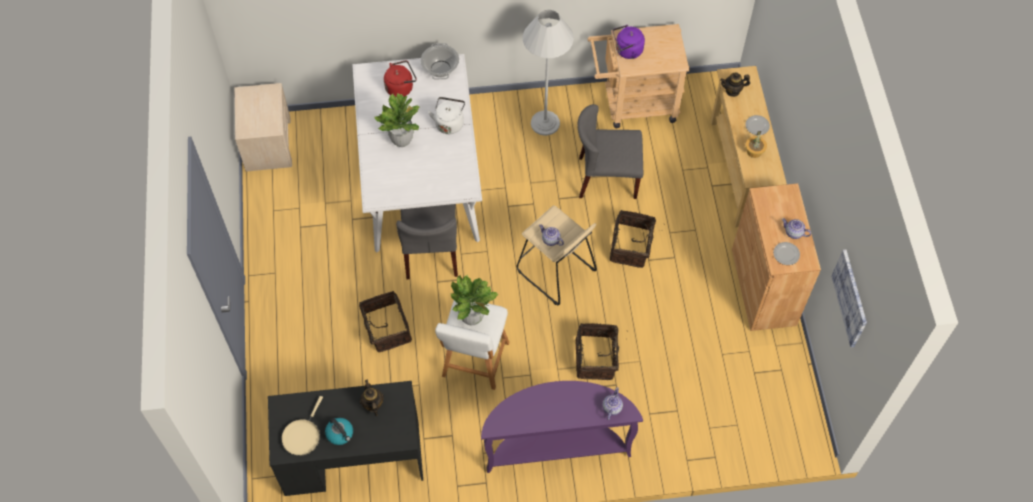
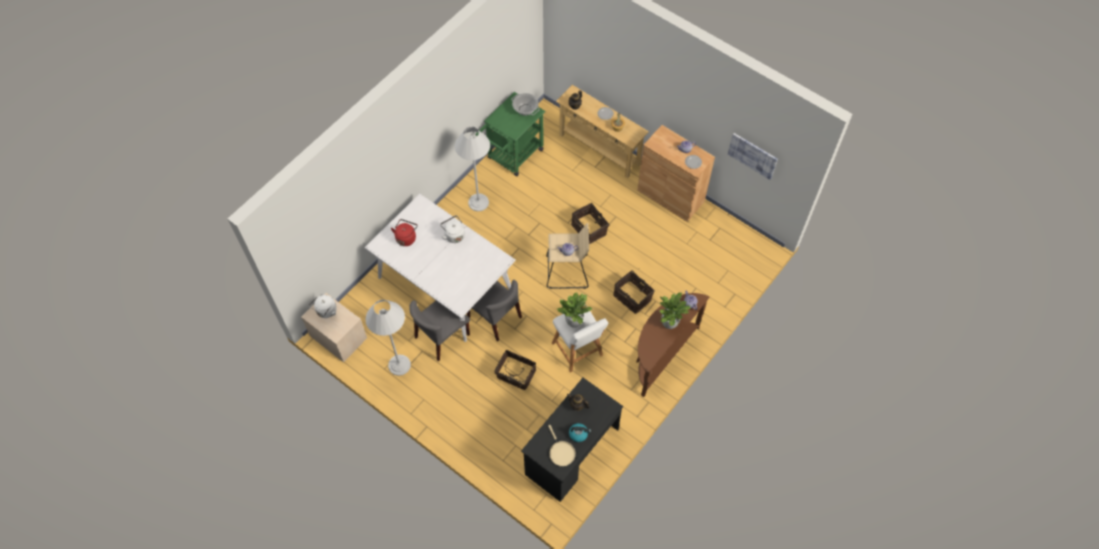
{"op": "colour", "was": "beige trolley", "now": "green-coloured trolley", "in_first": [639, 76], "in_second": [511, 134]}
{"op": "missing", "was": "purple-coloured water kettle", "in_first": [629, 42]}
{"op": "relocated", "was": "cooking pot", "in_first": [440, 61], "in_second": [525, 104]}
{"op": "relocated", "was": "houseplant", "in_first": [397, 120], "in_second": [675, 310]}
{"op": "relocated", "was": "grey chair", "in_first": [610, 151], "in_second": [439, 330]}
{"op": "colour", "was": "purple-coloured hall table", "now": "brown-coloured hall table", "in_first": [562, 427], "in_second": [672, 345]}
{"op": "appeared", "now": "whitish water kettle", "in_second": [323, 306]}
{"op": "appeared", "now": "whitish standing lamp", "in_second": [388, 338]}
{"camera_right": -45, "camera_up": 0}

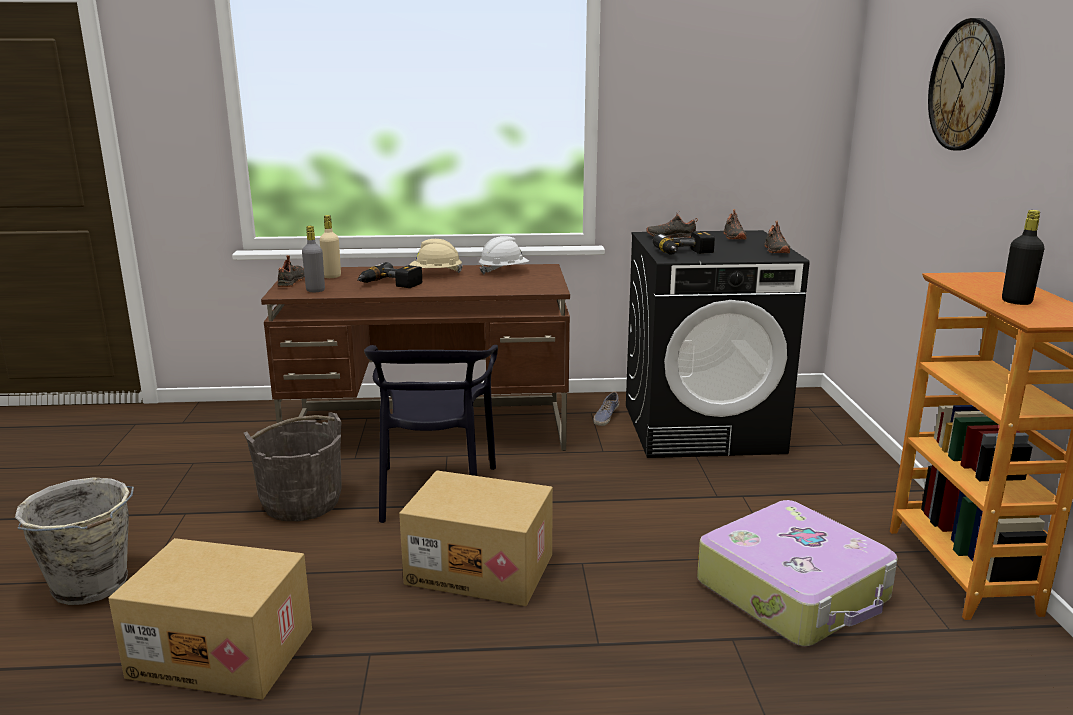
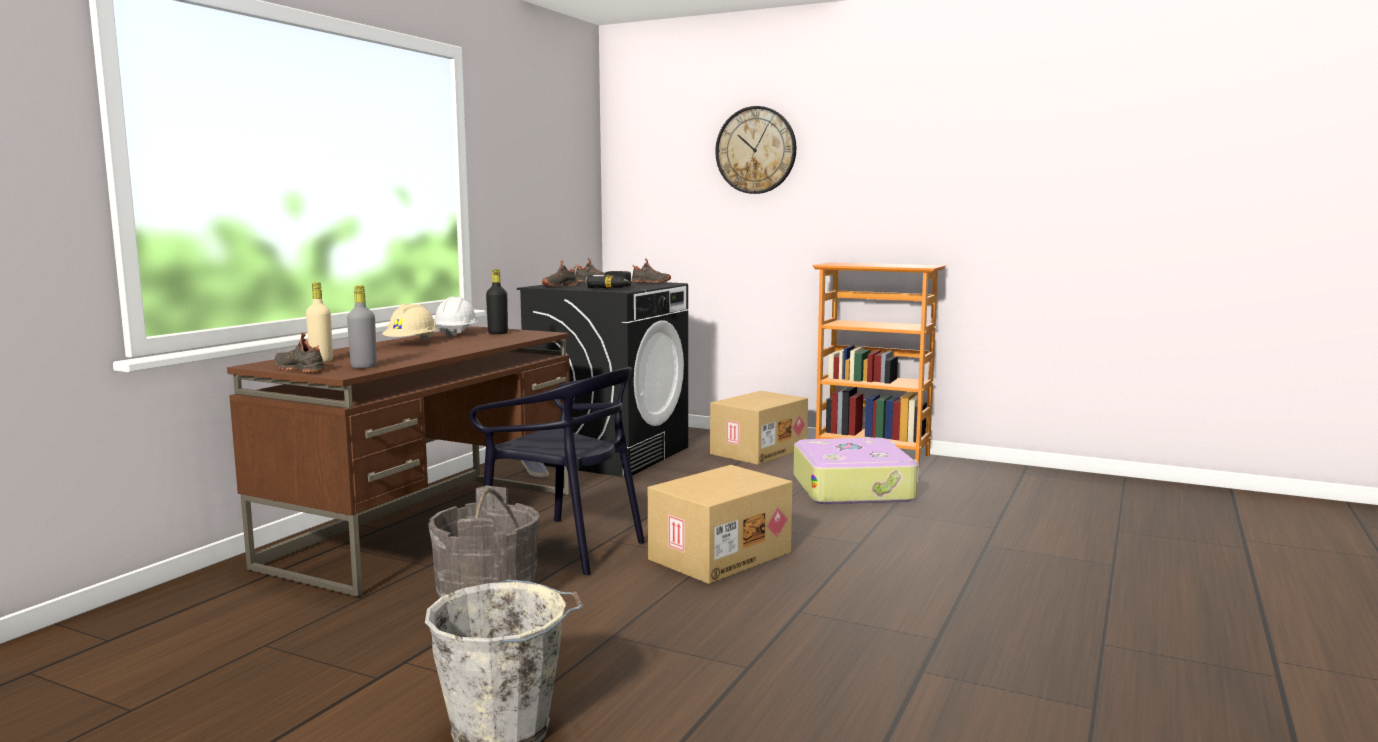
{"op": "relocated", "was": "black-coloured drink bottle", "in_first": [1023, 257], "in_second": [497, 301]}
{"op": "missing", "was": "drill", "in_first": [389, 275]}
{"op": "relocated", "was": "packing box", "in_first": [210, 619], "in_second": [759, 428]}
{"camera_right": -60, "camera_up": -10}

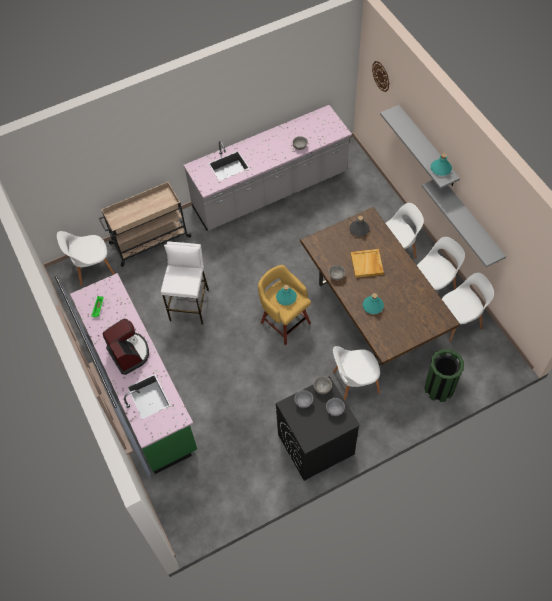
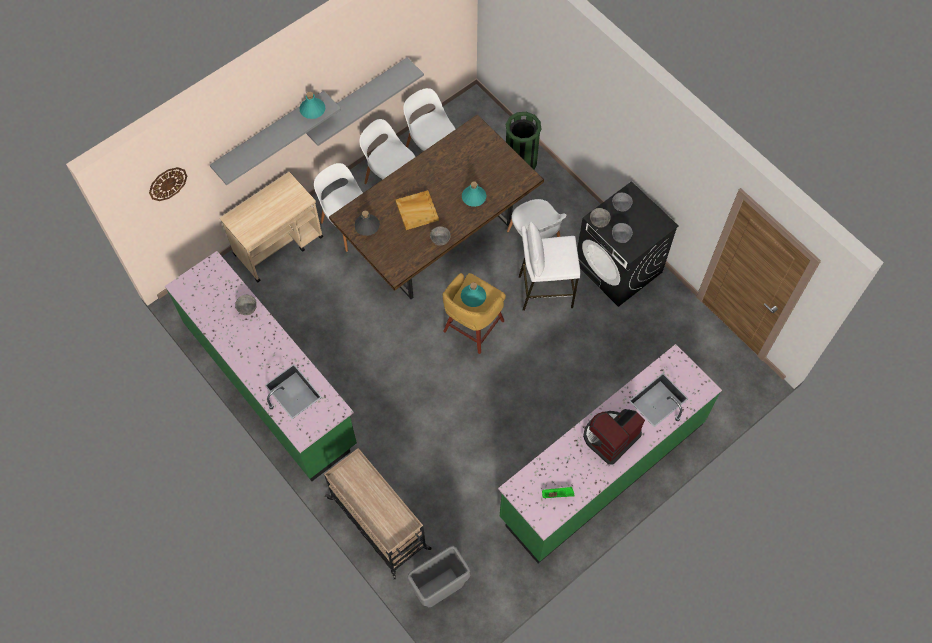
{"op": "colour", "was": "grey kitchen base unit", "now": "green-coloured kitchen base unit", "in_first": [268, 168], "in_second": [261, 366]}
{"op": "exchanged", "was": "whitish chair", "now": "grey waste bin", "in_first": [86, 258], "in_second": [439, 577]}
{"op": "relocated", "was": "whitish stool", "in_first": [185, 283], "in_second": [550, 266]}
{"op": "appeared", "now": "beige trolley", "in_second": [271, 227]}
{"camera_right": -105, "camera_up": 5}

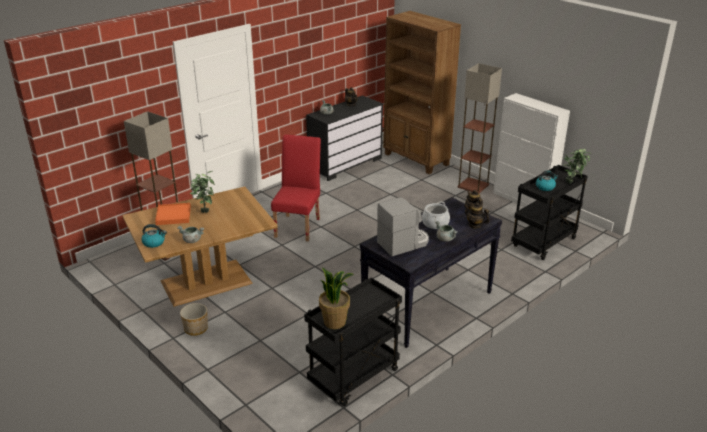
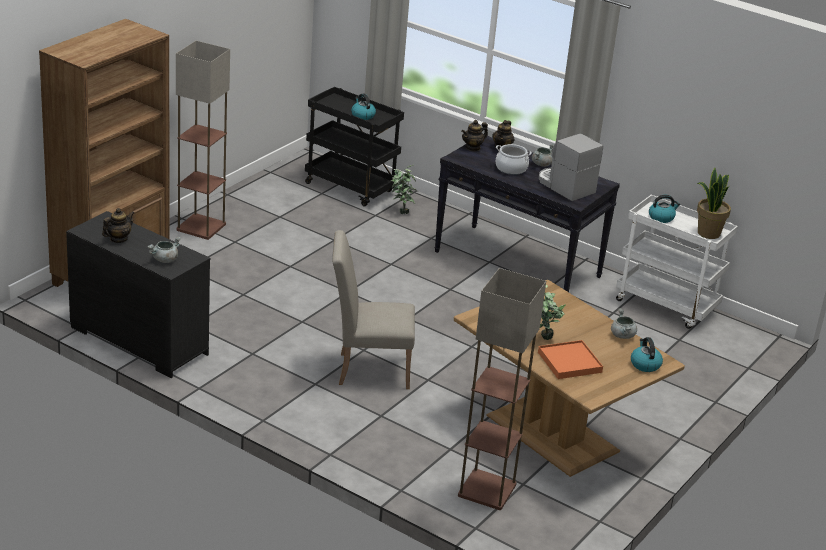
{"op": "missing", "was": "whitish cabinet", "in_first": [531, 150]}
{"op": "colour", "was": "red chair", "now": "beige chair", "in_first": [296, 187], "in_second": [373, 309]}
{"op": "relocated", "was": "houseplant", "in_first": [577, 166], "in_second": [404, 189]}
{"op": "colour", "was": "black-coloured trolley", "now": "whitish trolley", "in_first": [353, 341], "in_second": [677, 262]}
{"op": "missing", "was": "flower pot", "in_first": [194, 319]}
{"op": "appeared", "now": "water kettle", "in_second": [664, 209]}
{"camera_right": -105, "camera_up": 0}

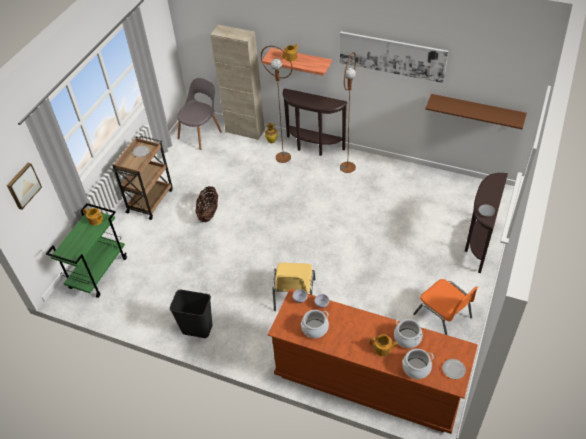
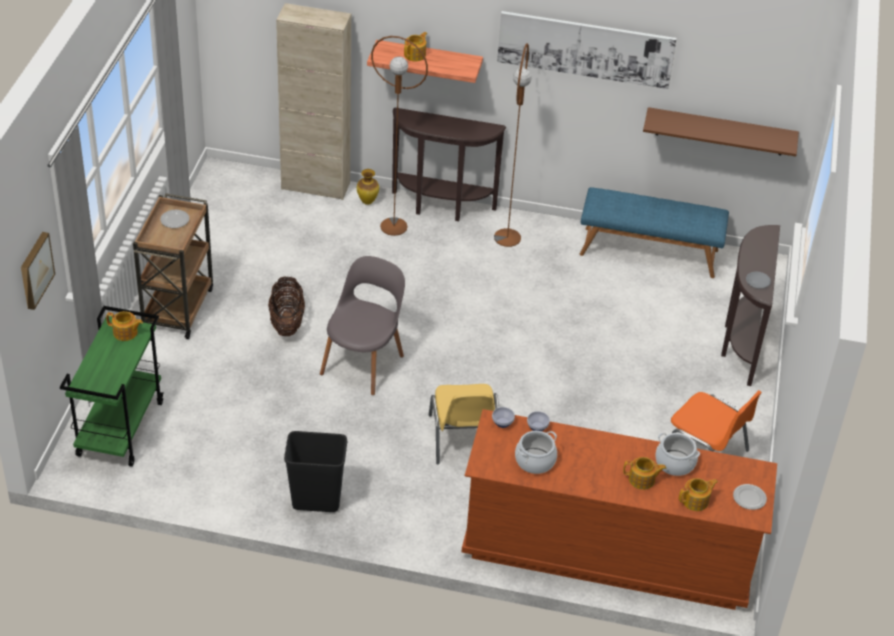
{"op": "relocated", "was": "grey chair", "in_first": [199, 114], "in_second": [362, 325]}
{"op": "exchanged", "was": "cooking pot", "now": "tea pot", "in_first": [418, 364], "in_second": [698, 494]}
{"op": "appeared", "now": "blue bench", "in_second": [654, 232]}
{"camera_right": -15, "camera_up": -5}

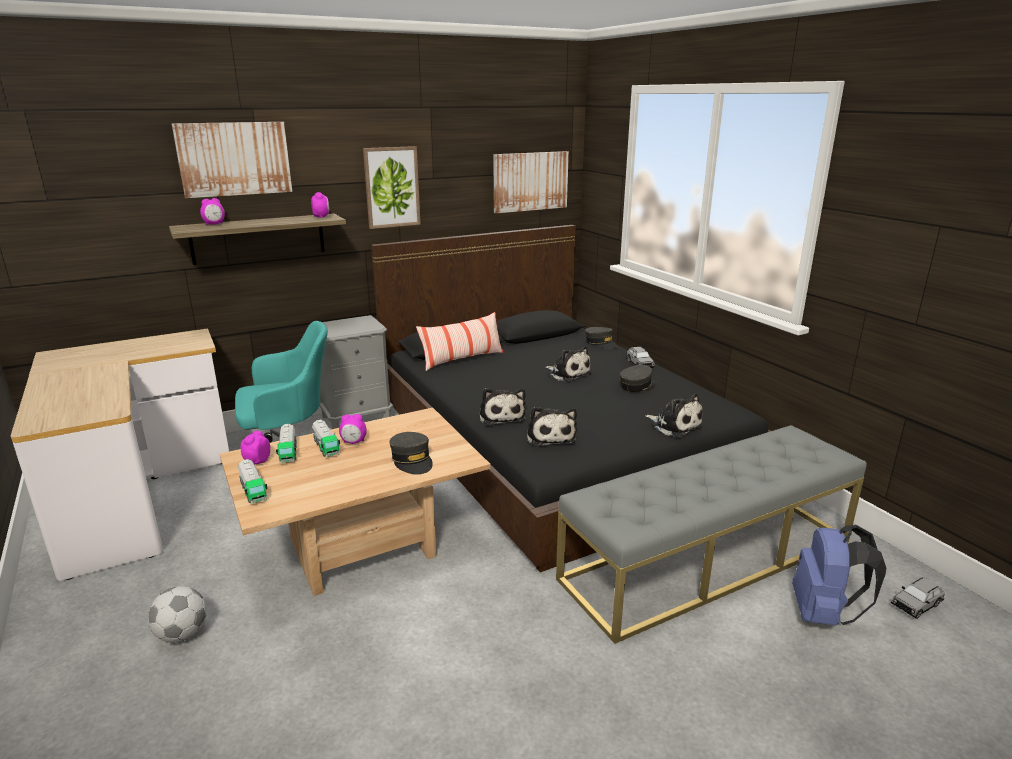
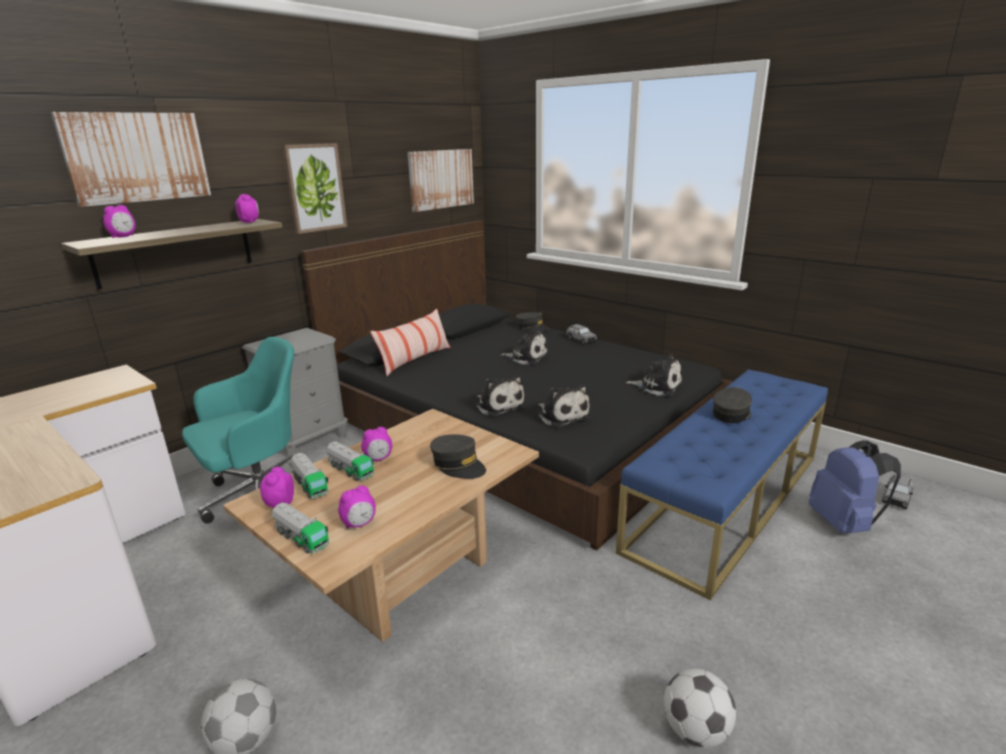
{"op": "relocated", "was": "grey peaked cap", "in_first": [639, 378], "in_second": [732, 405]}
{"op": "colour", "was": "grey bench", "now": "blue bench", "in_first": [711, 534], "in_second": [722, 484]}
{"op": "appeared", "now": "bedside clock", "in_second": [357, 506]}
{"op": "appeared", "now": "football ball", "in_second": [700, 708]}
{"camera_right": -20, "camera_up": 0}

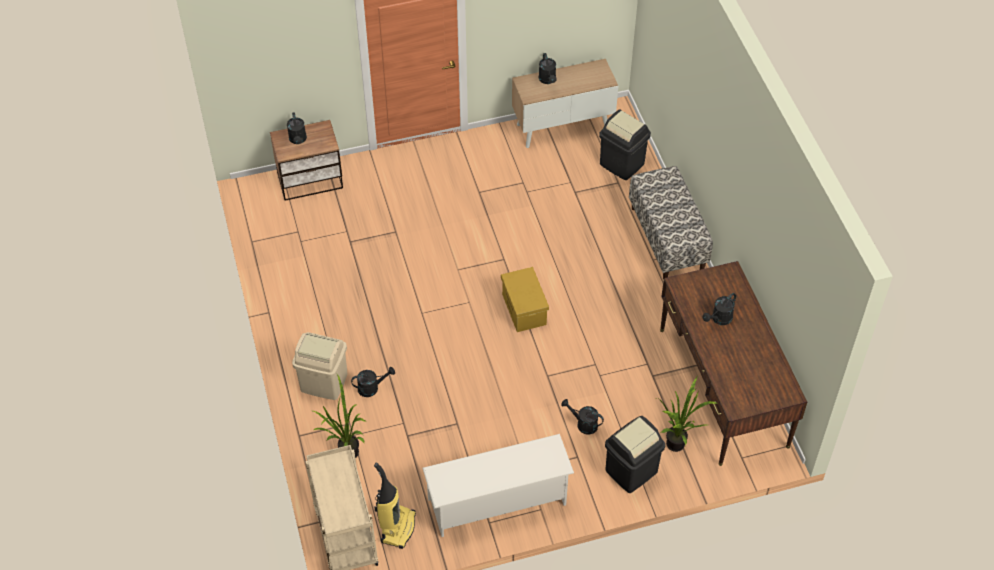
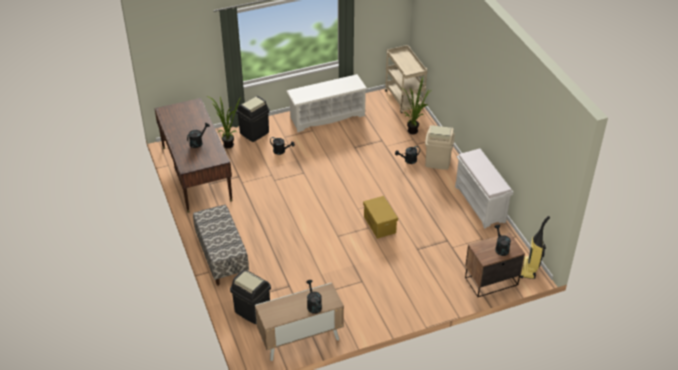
{"op": "relocated", "was": "yellow-coloured storage bin", "in_first": [525, 299], "in_second": [380, 217]}
{"op": "relocated", "was": "hoover", "in_first": [395, 506], "in_second": [535, 247]}
{"op": "appeared", "now": "whitish bench", "in_second": [484, 189]}
{"camera_right": 175, "camera_up": -10}

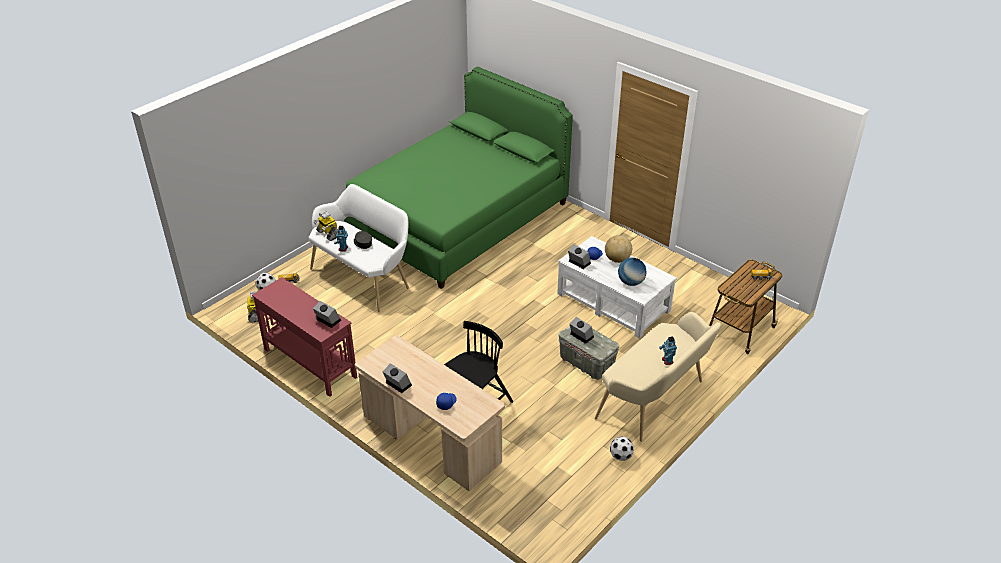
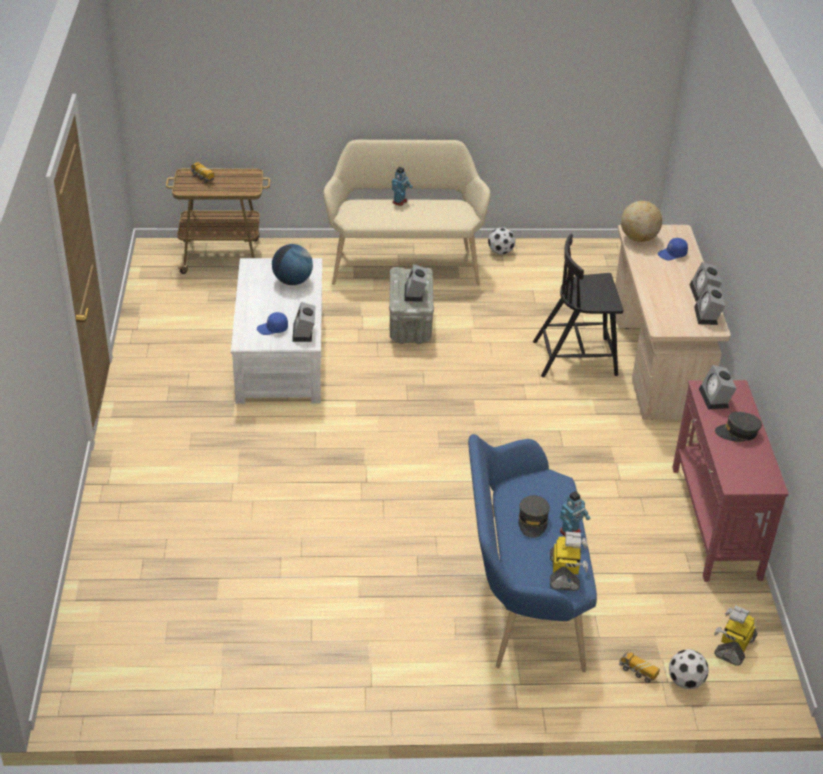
{"op": "missing", "was": "green-coloured bedroom bed", "in_first": [458, 178]}
{"op": "colour", "was": "whitish bench", "now": "blue bench", "in_first": [359, 248], "in_second": [532, 553]}
{"op": "relocated", "was": "desk globe", "in_first": [618, 249], "in_second": [641, 221]}
{"op": "appeared", "now": "bedside clock", "in_second": [709, 304]}
{"op": "appeared", "now": "grey peaked cap", "in_second": [738, 427]}
{"camera_right": -135, "camera_up": 0}

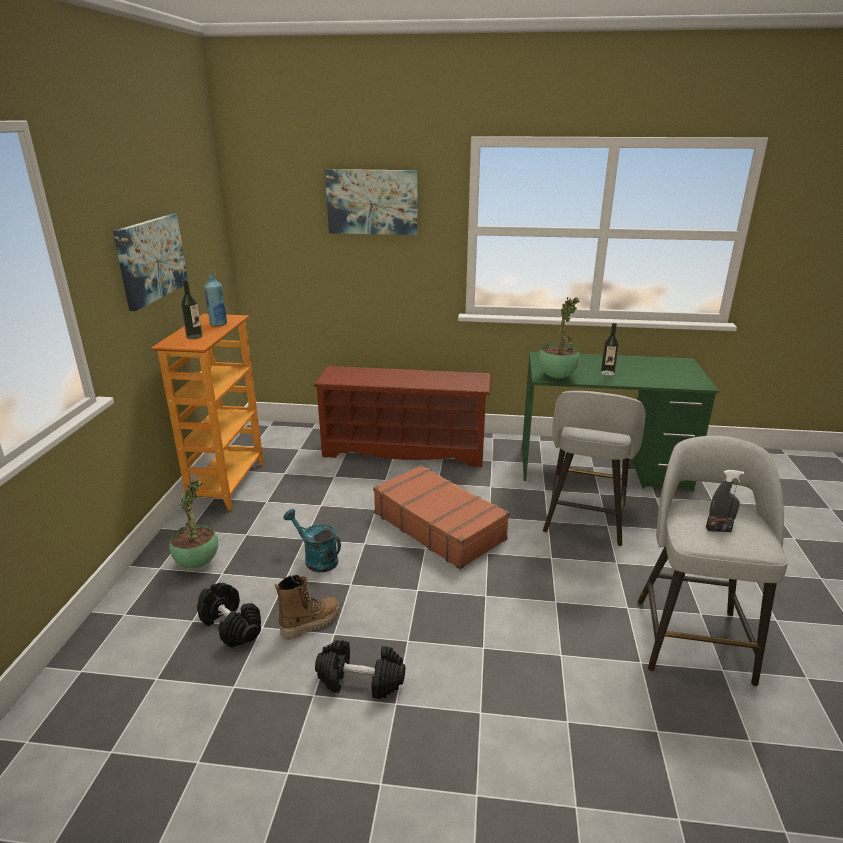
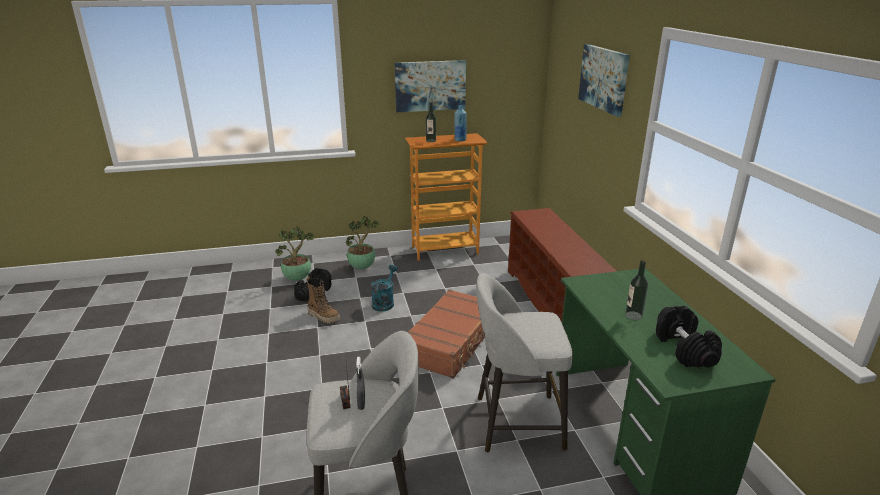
{"op": "relocated", "was": "houseplant", "in_first": [559, 337], "in_second": [294, 253]}
{"op": "relocated", "was": "black-coloured free weight", "in_first": [360, 669], "in_second": [689, 337]}
{"camera_right": 70, "camera_up": 0}

